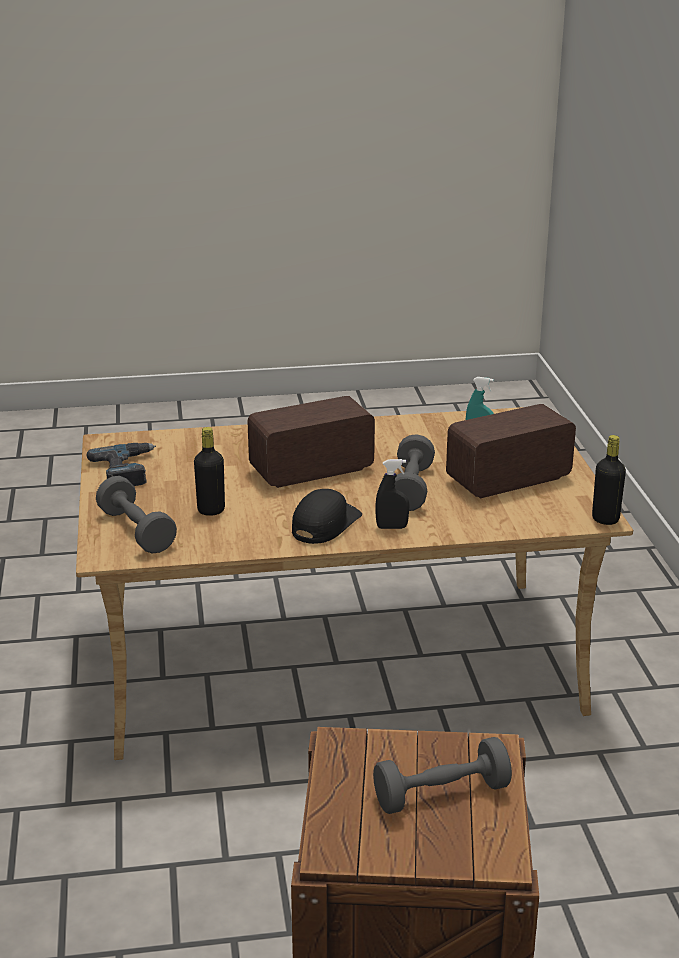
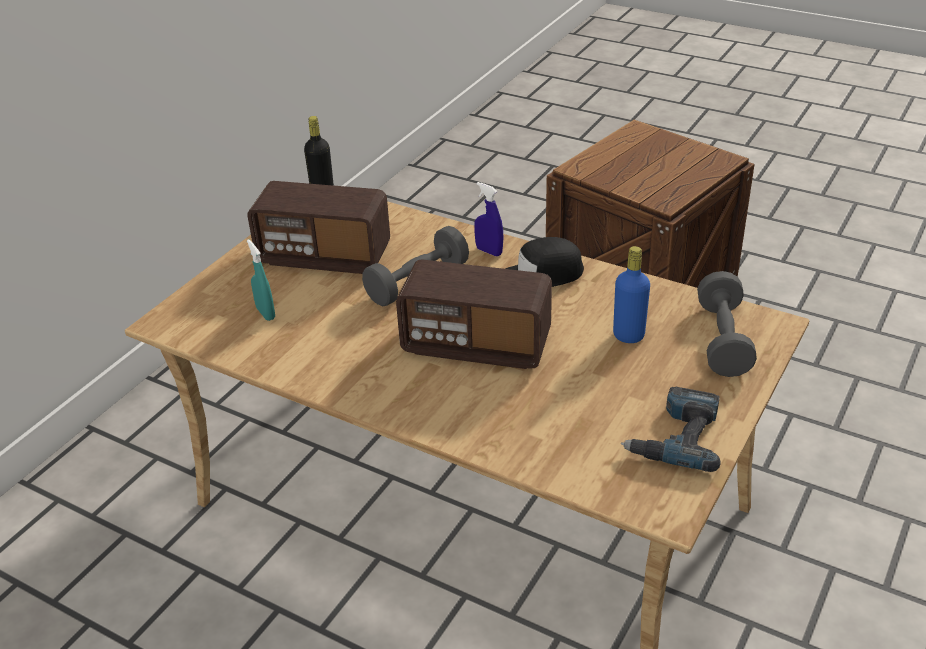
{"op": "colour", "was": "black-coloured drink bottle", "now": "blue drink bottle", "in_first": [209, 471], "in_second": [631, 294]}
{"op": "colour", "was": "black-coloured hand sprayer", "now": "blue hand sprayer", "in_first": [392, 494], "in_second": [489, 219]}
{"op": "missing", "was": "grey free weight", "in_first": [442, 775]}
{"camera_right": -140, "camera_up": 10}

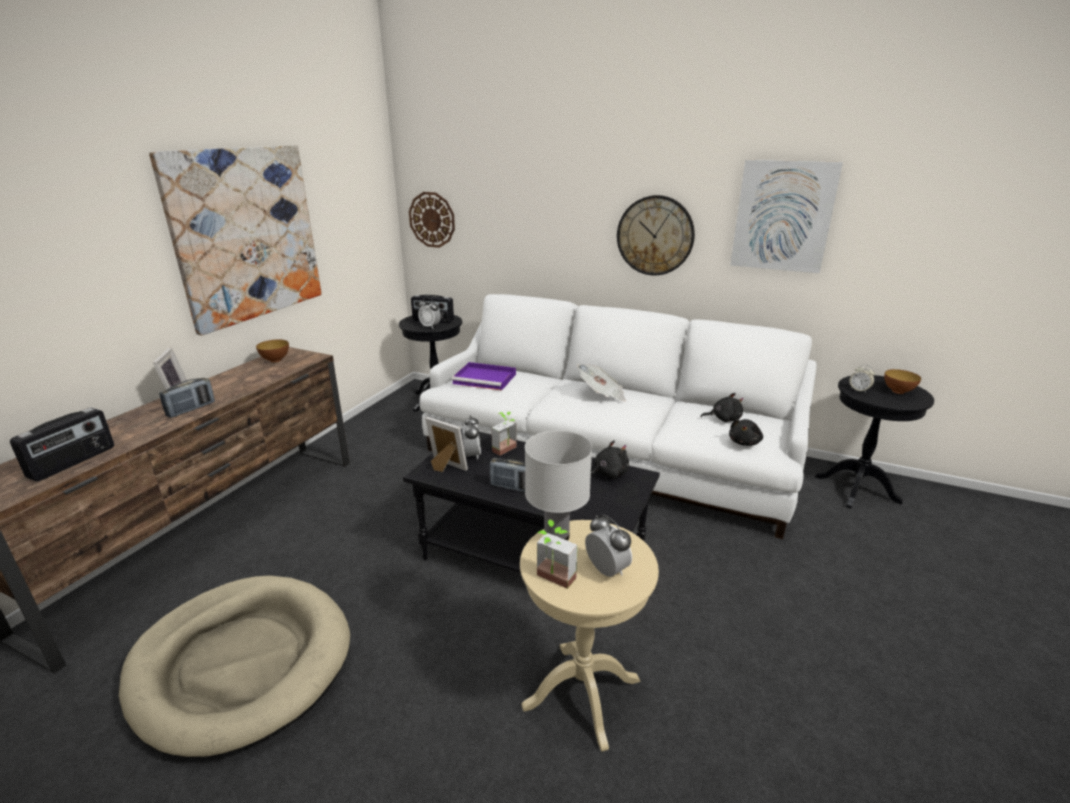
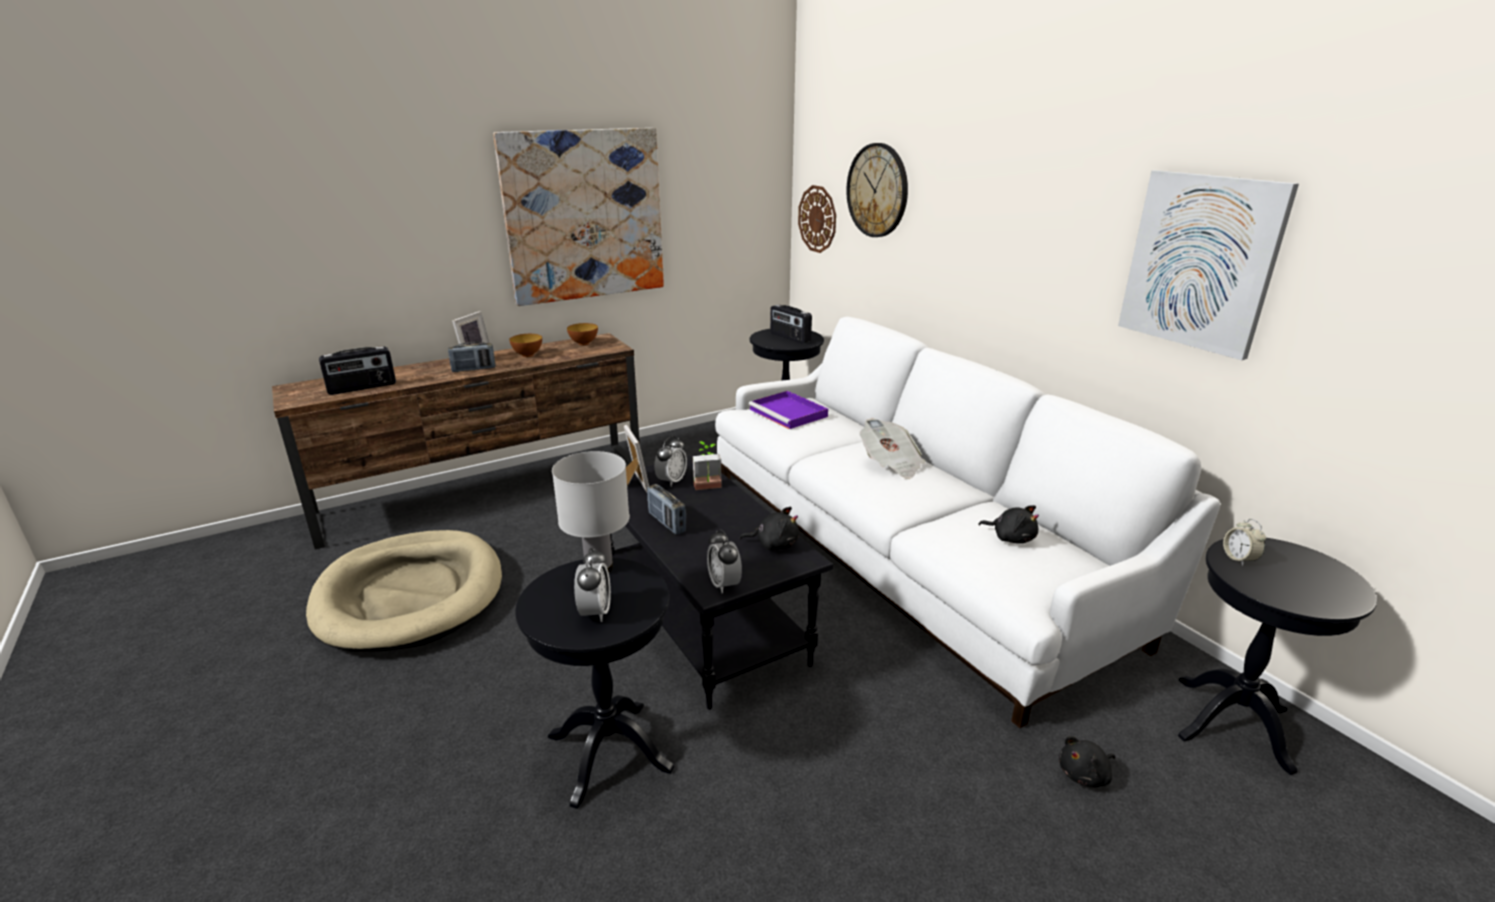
{"op": "relocated", "was": "wall clock", "in_first": [656, 235], "in_second": [877, 190]}
{"op": "relocated", "was": "bedside clock", "in_first": [429, 313], "in_second": [724, 561]}
{"op": "relocated", "was": "deep dish", "in_first": [902, 381], "in_second": [525, 345]}
{"op": "relocated", "was": "black-coloured plush toy", "in_first": [746, 432], "in_second": [1087, 762]}
{"op": "colour", "was": "beige end table", "now": "black-coloured end table", "in_first": [589, 636], "in_second": [594, 683]}
{"op": "missing", "was": "houseplant", "in_first": [557, 554]}
{"camera_right": 35, "camera_up": 0}

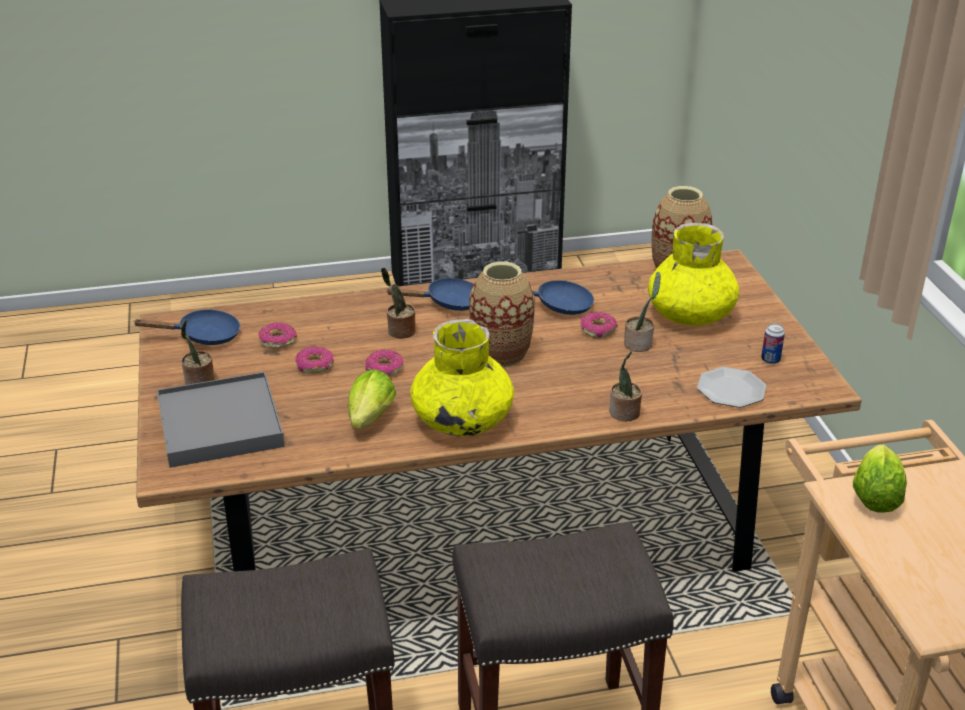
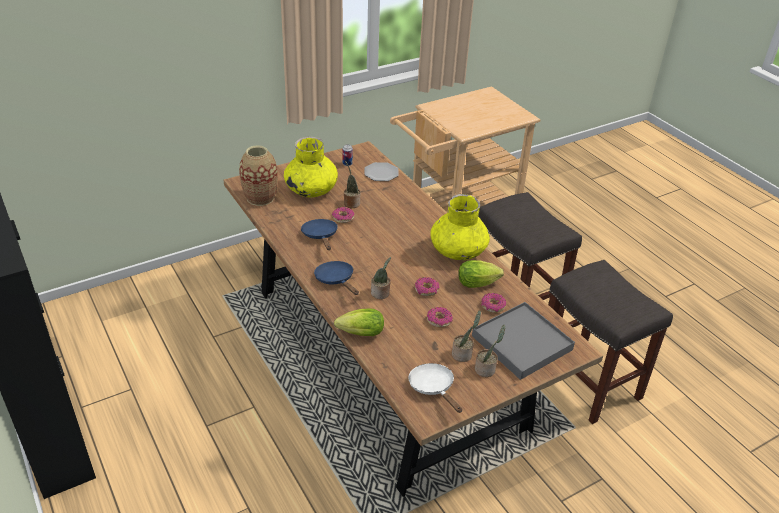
{"op": "missing", "was": "flower vase", "in_first": [502, 314]}
{"op": "colour", "was": "blue skillet", "now": "whitish skillet", "in_first": [186, 327], "in_second": [435, 388]}
{"op": "relocated", "was": "donut", "in_first": [278, 335], "in_second": [493, 303]}
{"op": "relocated", "was": "houseplant", "in_first": [625, 386], "in_second": [466, 336]}
{"op": "relocated", "was": "head of lettuce", "in_first": [880, 478], "in_second": [359, 322]}
{"camera_right": -110, "camera_up": 5}

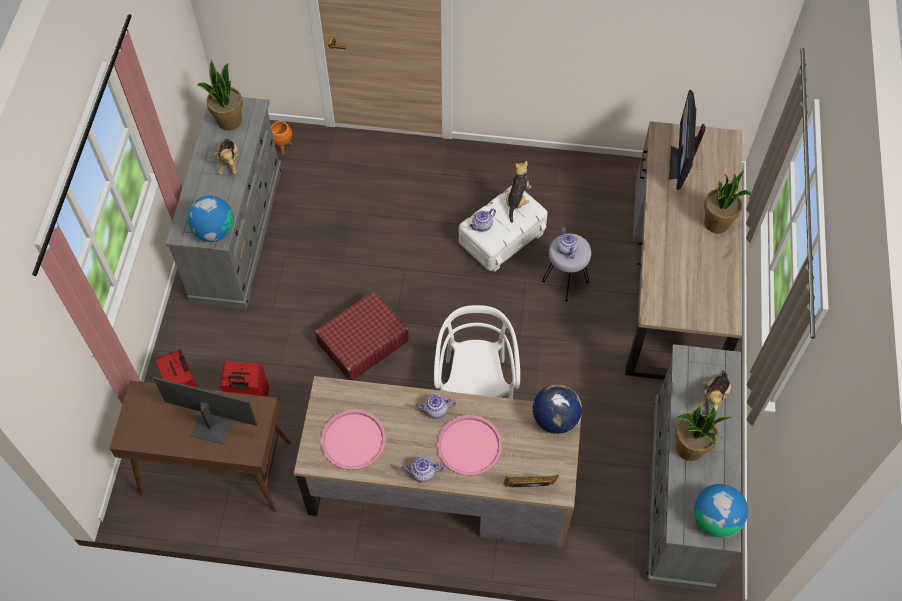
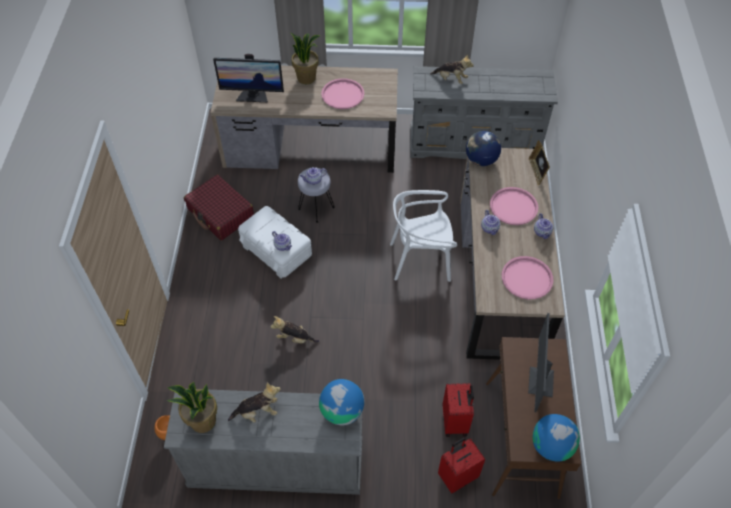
{"op": "relocated", "was": "plush toy", "in_first": [518, 192], "in_second": [295, 329]}
{"op": "relocated", "was": "red suitcase", "in_first": [362, 335], "in_second": [219, 207]}
{"op": "missing", "was": "houseplant", "in_first": [703, 433]}
{"op": "relocated", "was": "desk globe", "in_first": [721, 511], "in_second": [556, 437]}
{"op": "appeared", "now": "pink tray", "in_second": [342, 93]}
{"camera_right": -95, "camera_up": -5}

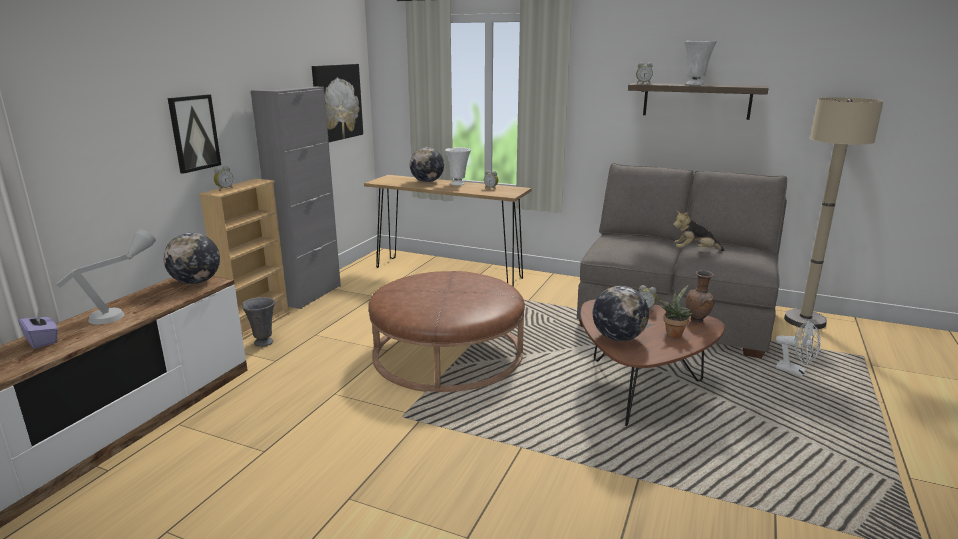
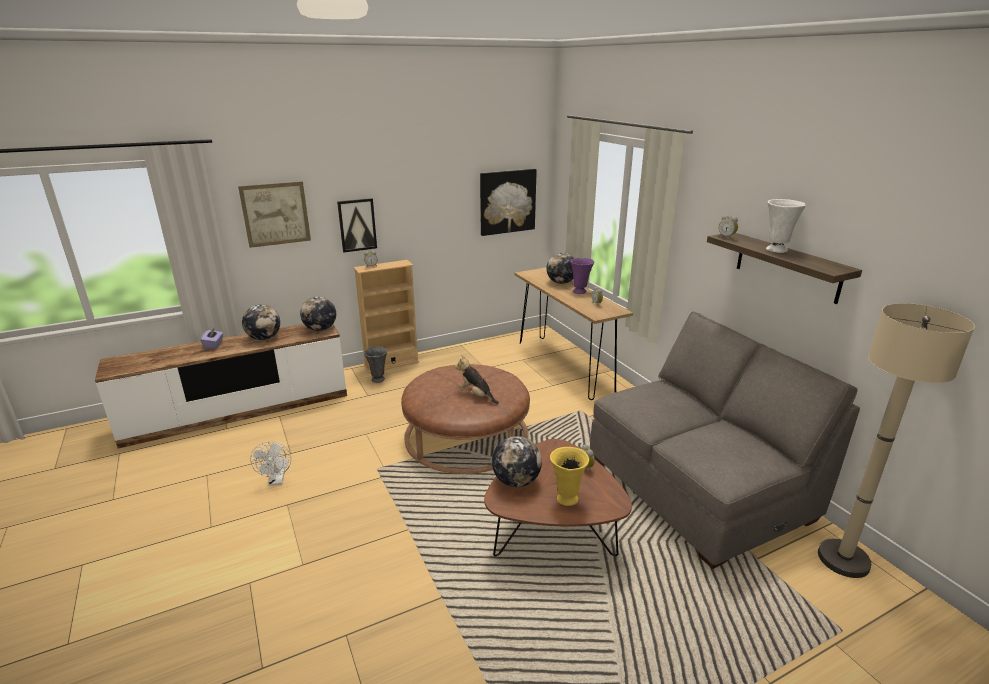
{"op": "missing", "was": "grey cabinet", "in_first": [296, 197]}
{"op": "colour", "was": "whitish flower vase", "now": "purple-coloured flower vase", "in_first": [458, 166], "in_second": [582, 276]}
{"op": "relocated", "was": "plush toy", "in_first": [699, 230], "in_second": [477, 379]}
{"op": "exchanged", "was": "grey table lamp", "now": "desk globe", "in_first": [106, 276], "in_second": [261, 322]}
{"op": "missing", "was": "brown-coloured flower vase", "in_first": [700, 296]}
{"op": "exchanged", "was": "houseplant", "now": "yellow-coloured flower vase", "in_first": [676, 311], "in_second": [569, 476]}
{"op": "relocated", "was": "whitish fan", "in_first": [798, 348], "in_second": [270, 463]}
{"op": "appeared", "now": "wall art", "in_second": [274, 214]}
{"camera_right": 40, "camera_up": 5}

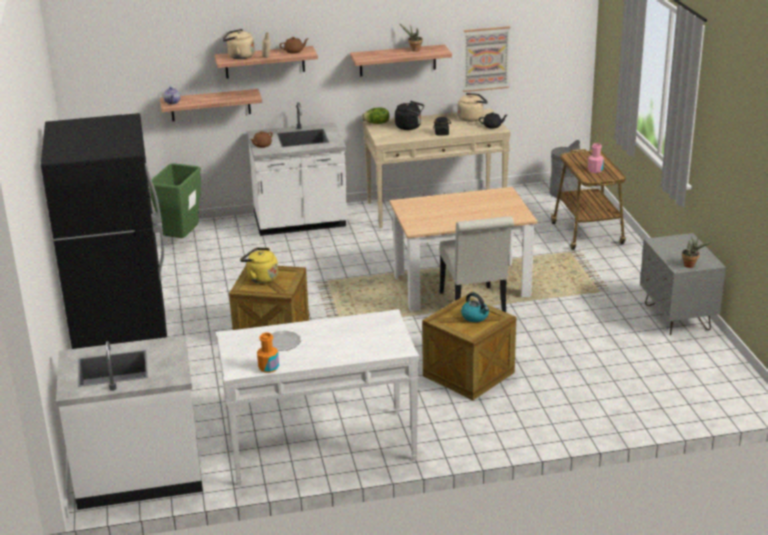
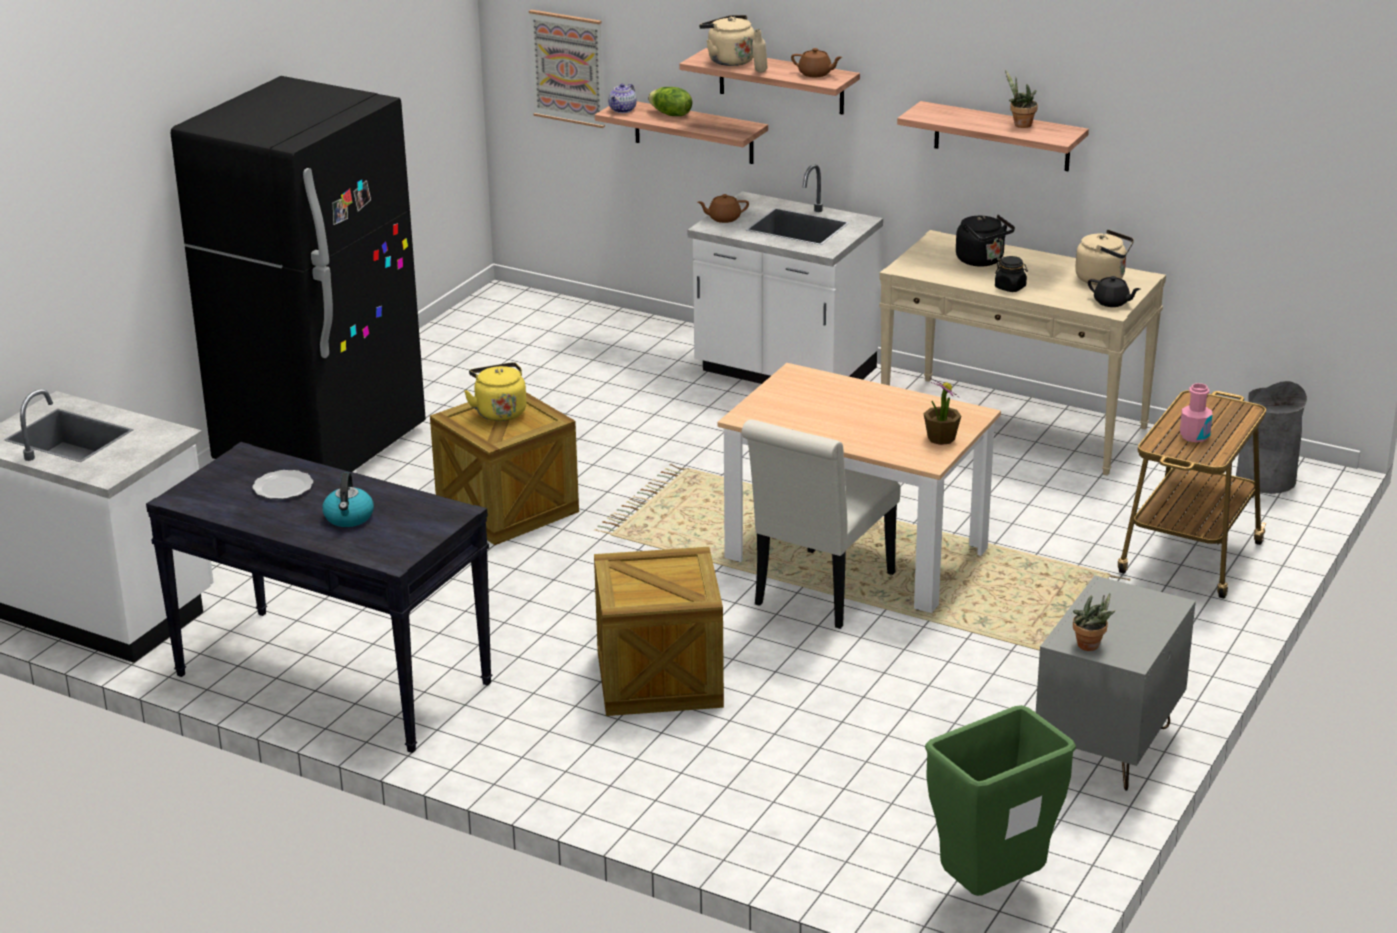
{"op": "relocated", "was": "wall art", "in_first": [486, 59], "in_second": [567, 69]}
{"op": "relocated", "was": "head of lettuce", "in_first": [376, 115], "in_second": [670, 101]}
{"op": "relocated", "was": "green-coloured waste bin", "in_first": [175, 200], "in_second": [1000, 800]}
{"op": "relocated", "was": "water kettle", "in_first": [475, 307], "in_second": [348, 499]}
{"op": "colour", "was": "whitish hall table", "now": "black-coloured hall table", "in_first": [317, 397], "in_second": [319, 597]}
{"op": "missing", "was": "orange-coloured drink bottle", "in_first": [268, 353]}
{"op": "appeared", "now": "houseplant", "in_second": [942, 411]}
{"camera_right": 40, "camera_up": 0}

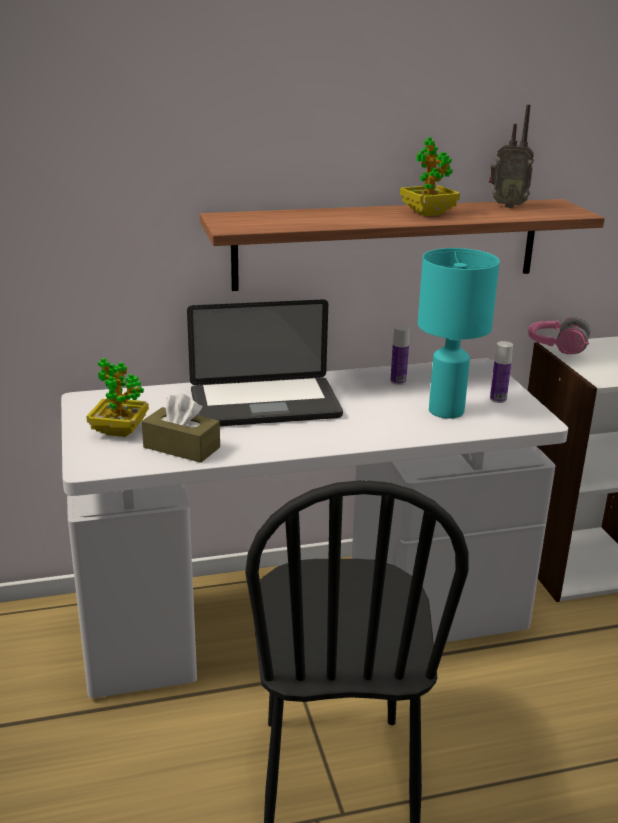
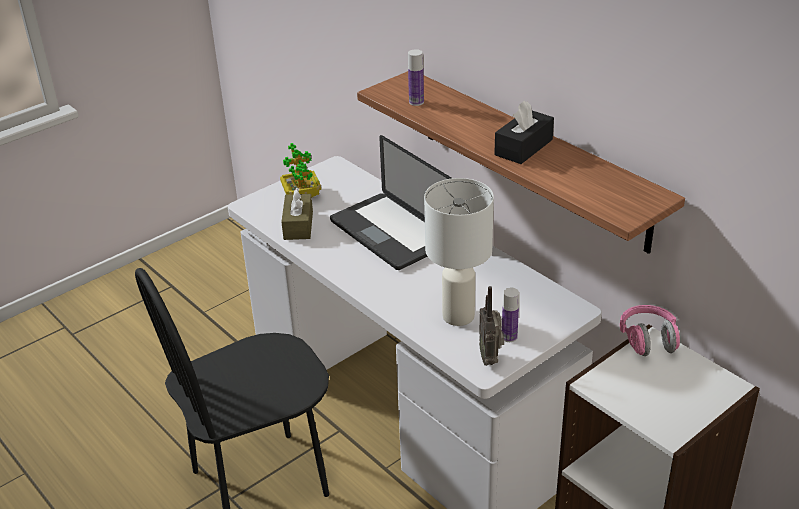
{"op": "relocated", "was": "radio", "in_first": [511, 156], "in_second": [491, 326]}
{"op": "exchanged", "was": "houseplant", "now": "black-coloured tissue holder", "in_first": [430, 176], "in_second": [524, 132]}
{"op": "colour", "was": "blue-green table lamp", "now": "whitish table lamp", "in_first": [459, 333], "in_second": [459, 252]}
{"op": "relocated", "was": "drink bottle", "in_first": [400, 355], "in_second": [416, 77]}
{"camera_right": 65, "camera_up": 10}

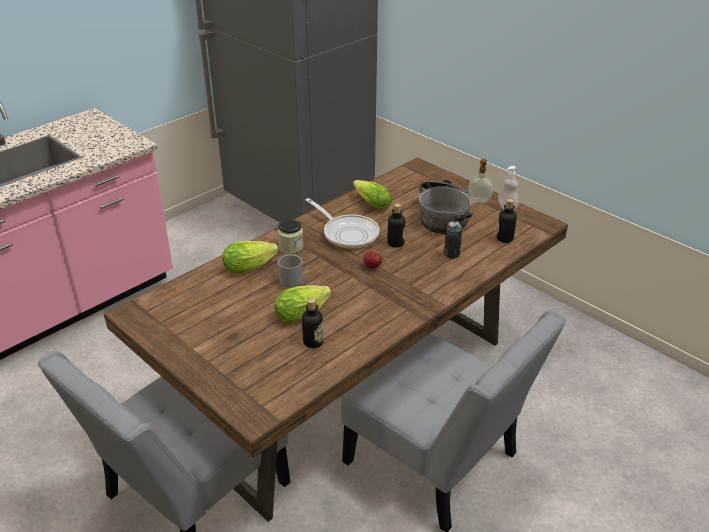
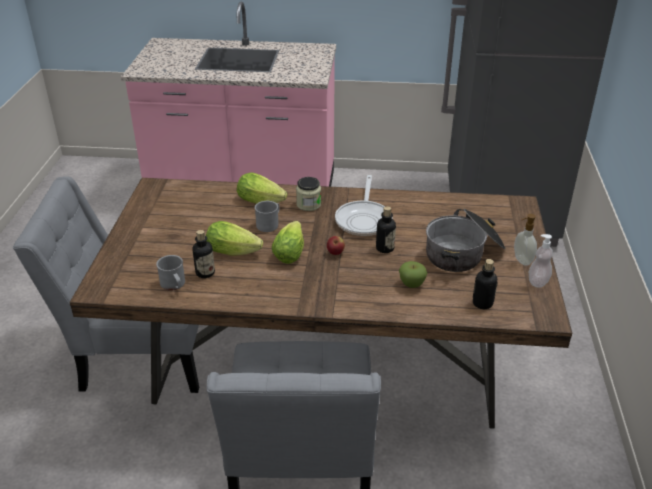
{"op": "relocated", "was": "head of lettuce", "in_first": [372, 195], "in_second": [288, 242]}
{"op": "exchanged", "was": "sealed can", "now": "whole apple", "in_first": [453, 240], "in_second": [413, 274]}
{"op": "appeared", "now": "grey coffee mug", "in_second": [170, 273]}
{"camera_right": 50, "camera_up": 0}

